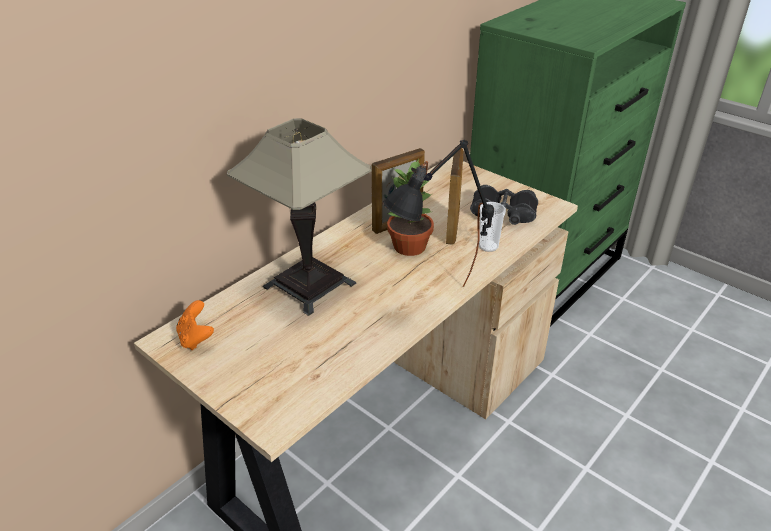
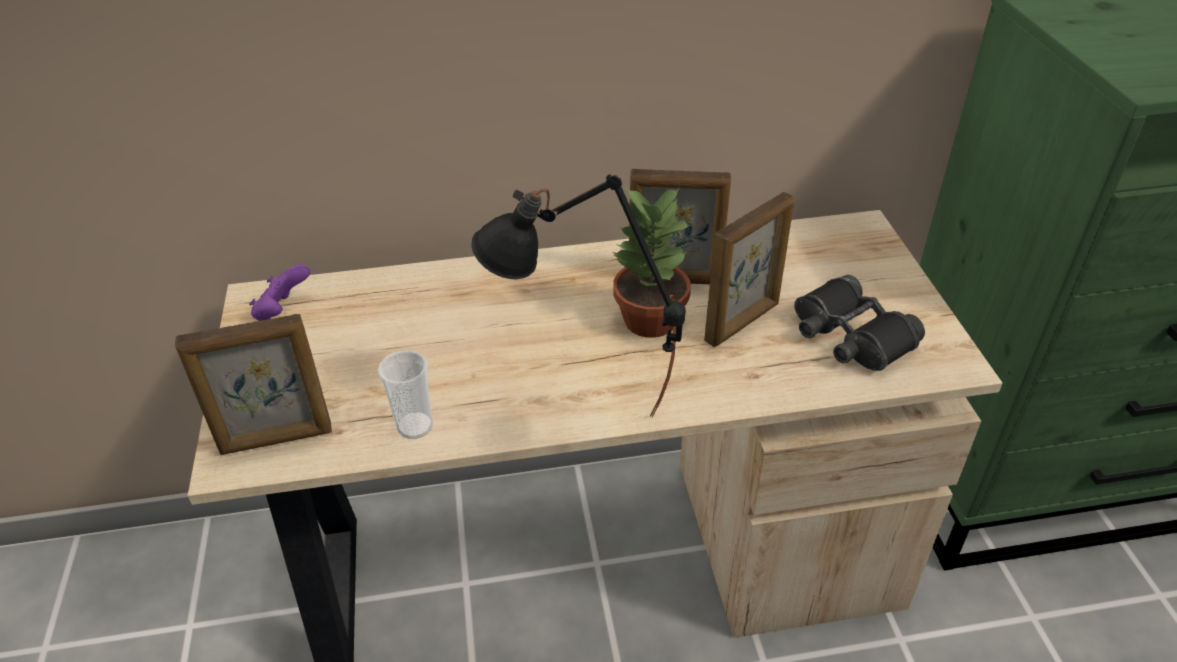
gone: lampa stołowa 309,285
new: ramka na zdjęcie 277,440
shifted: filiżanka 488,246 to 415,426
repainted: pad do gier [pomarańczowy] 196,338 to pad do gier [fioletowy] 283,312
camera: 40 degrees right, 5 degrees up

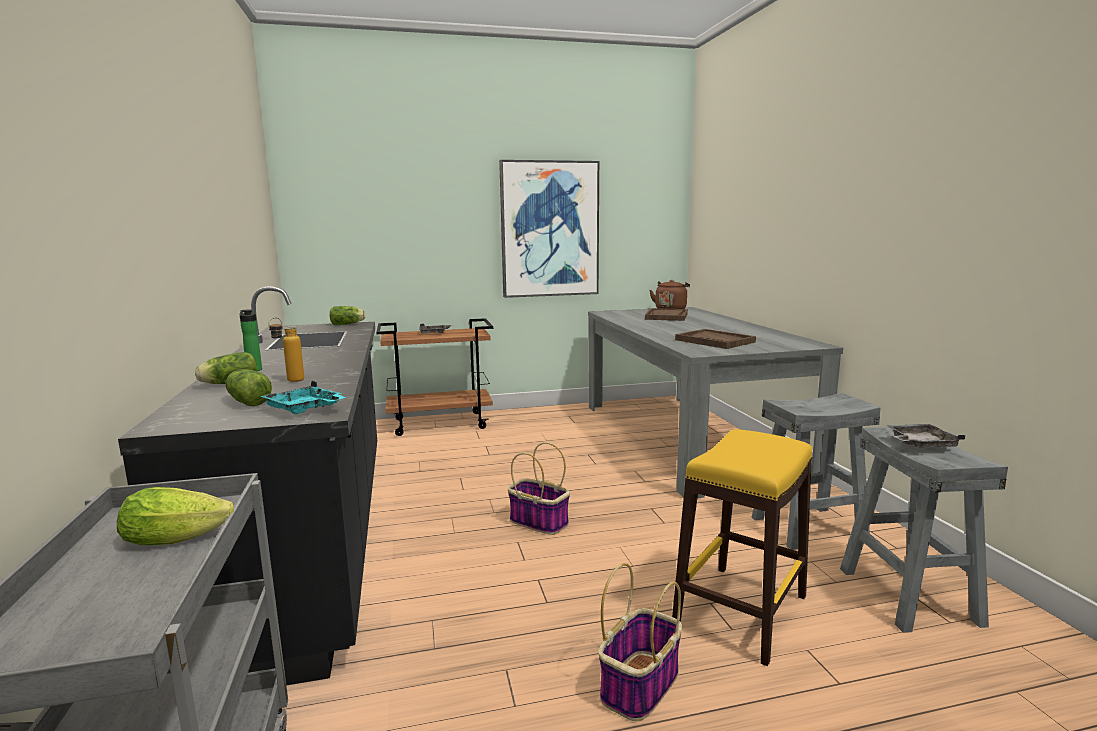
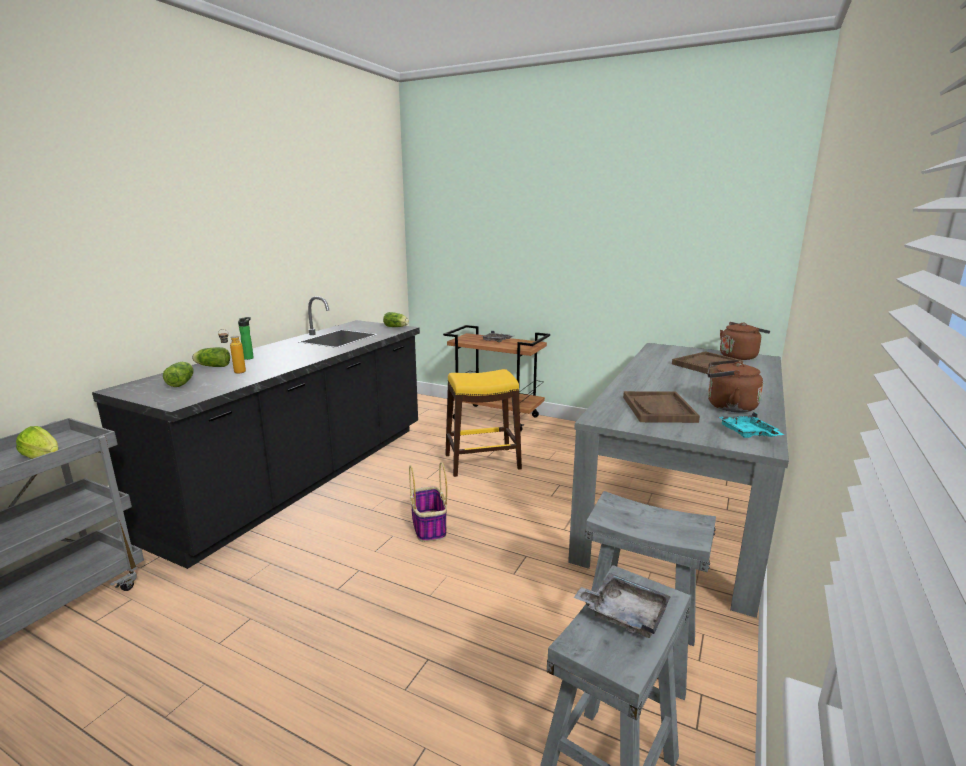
gone: obraz 549,229; koszyk 640,684
new: czajnik [brązowy] 728,406
shifted: taca [turkusowy] 305,409 to 748,433; stołek [żółty] 742,611 to 482,462
camera: 40 degrees right, 5 degrees up

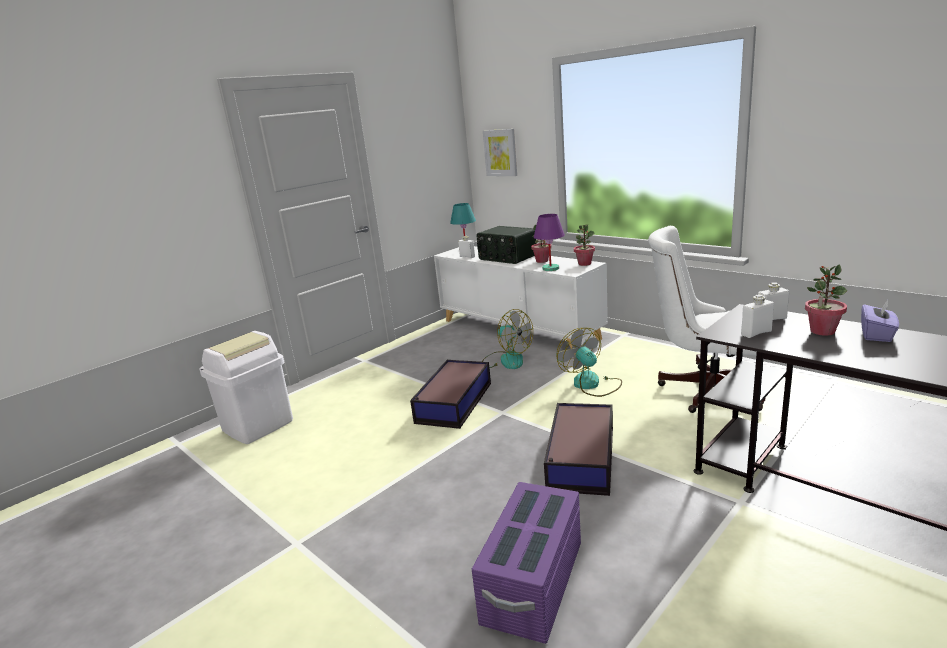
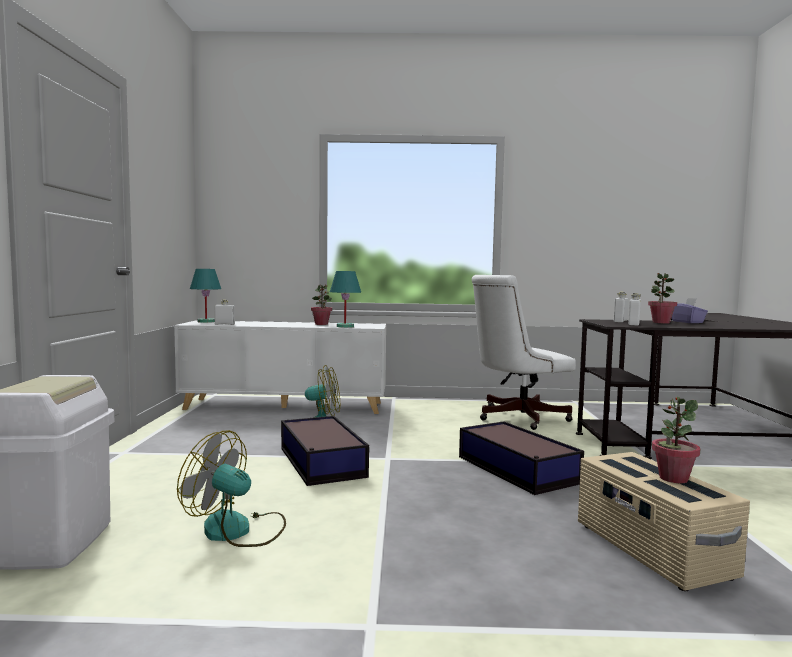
gone: radio 507,258; obraz 500,152
shifted: wentylator 591,384 to 237,530; roślina doniczkowa 584,264 to 673,478
repainted: pojemnik do przechowywania [fioletowy] 533,584 to pojemnik do przechowywania [beżowy] 652,551; lampa stołowa [fioletowy] 551,268 to lampa stołowa [turkusowy] 345,326
camera: 45 degrees left, 15 degrees down

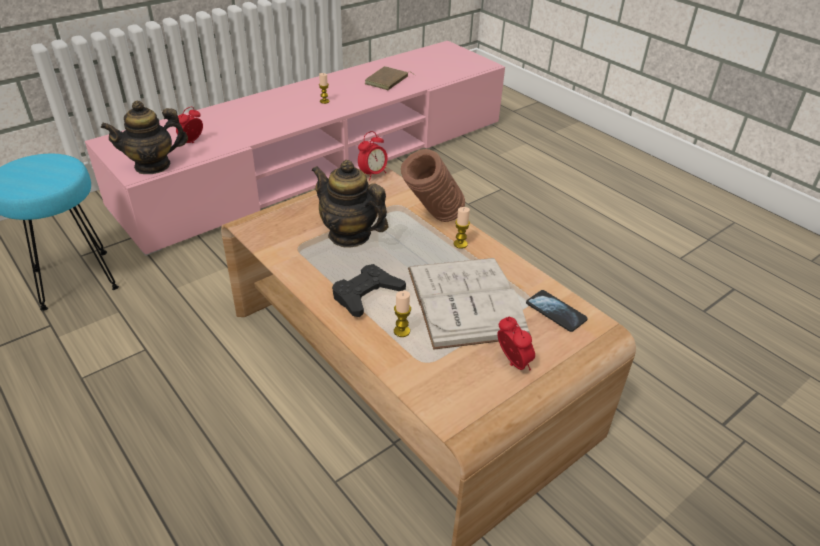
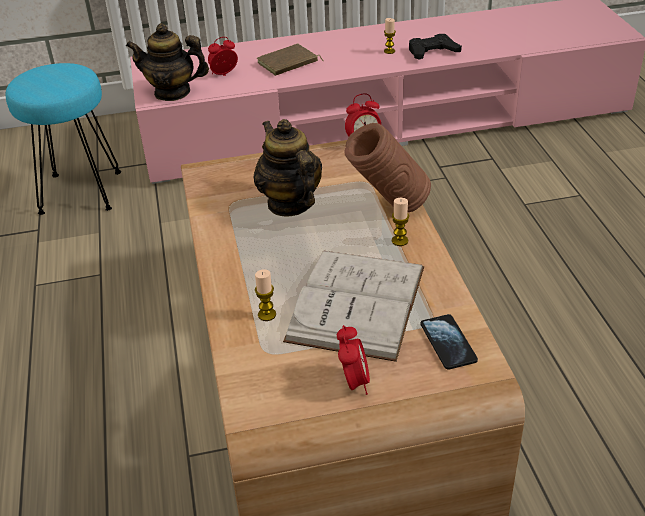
shifted: pad do gier [czarny] 366,295 to 432,52; książka [brązowy] 387,81 to 288,64
camera: 30 degrees right, 0 degrees up

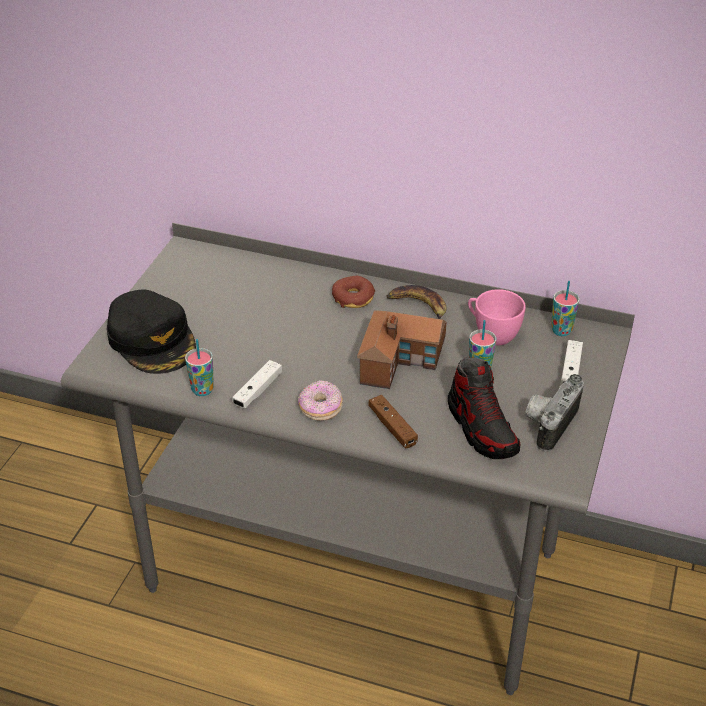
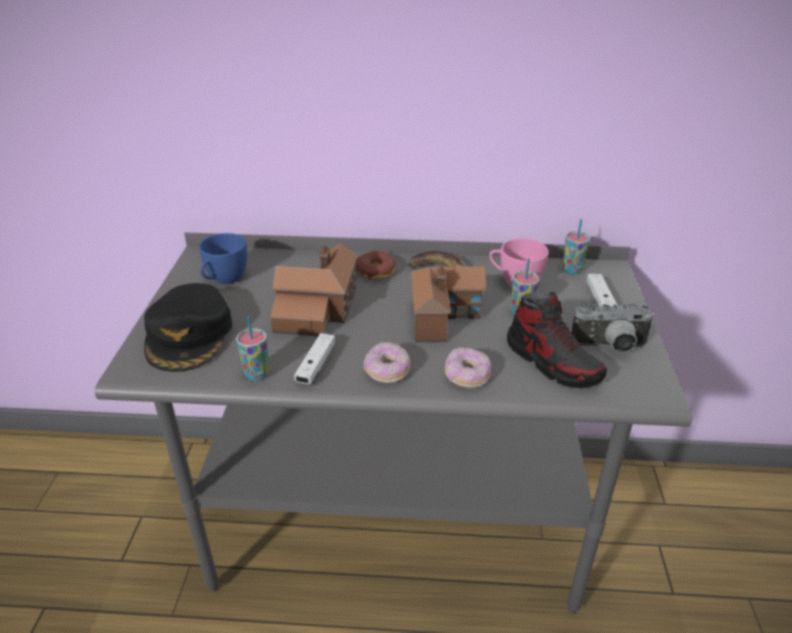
new: filiżanka [niebieski] 224,280; domek 317,309
swapped: pad do gier [brązowy] 392,427 to donut 466,376
rotated: czapka z daszkiem [czarny] 152,340 = 189,335 45 degrees clockwise; aparat fotograficzny 548,424 = 610,347 105 degrees counterclockwise
camera: 15 degrees left, 5 degrees down

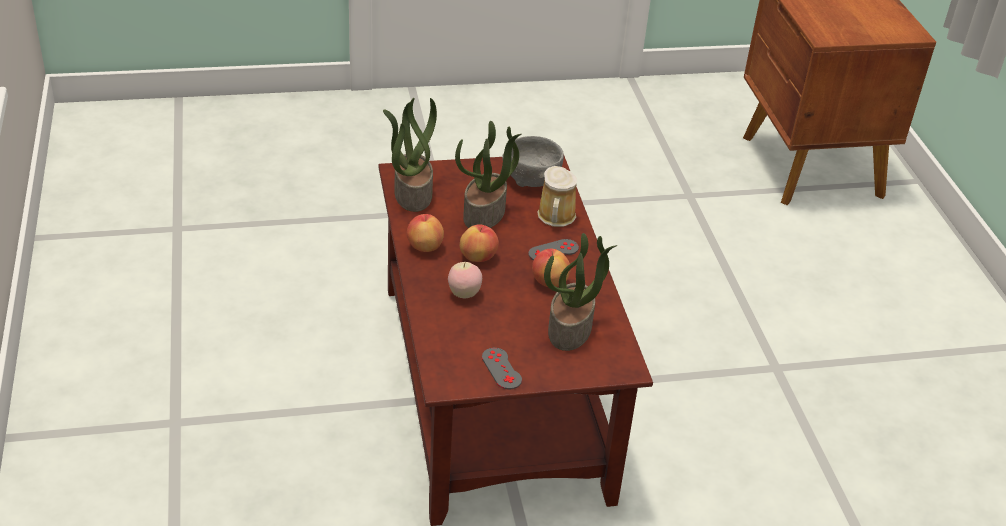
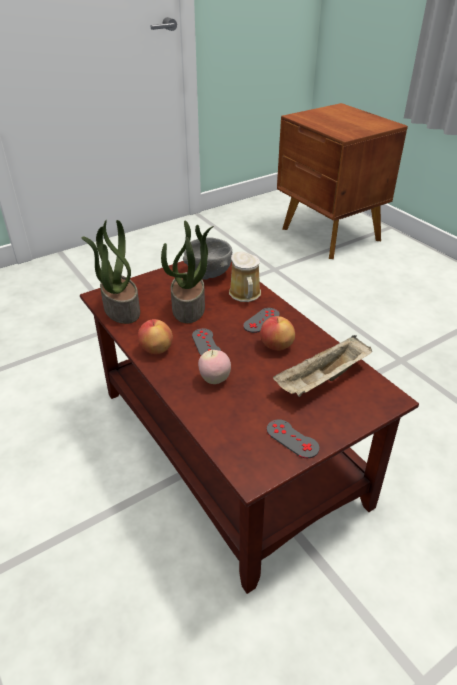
swapped: jabłko 478,257 to pad do gier [szary] 206,344; roślina doniczkowa 571,329 to taca [beżowy] 322,380
camera: 20 degrees left, 0 degrees up

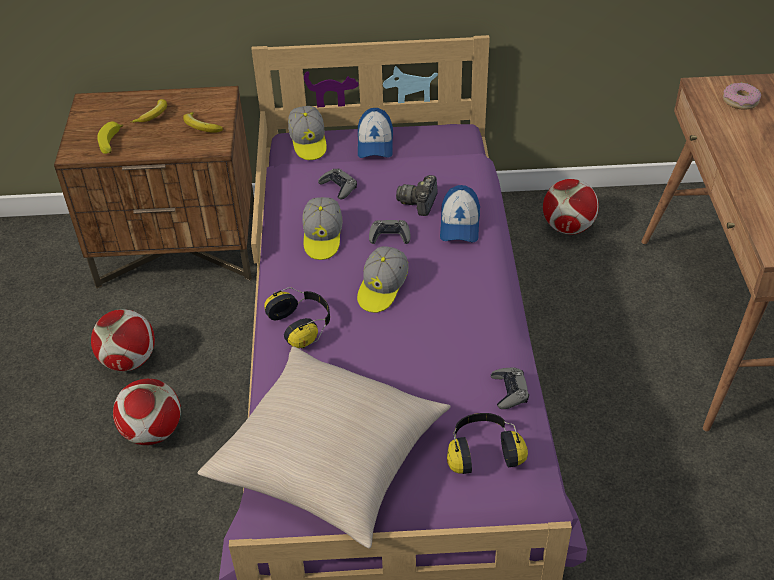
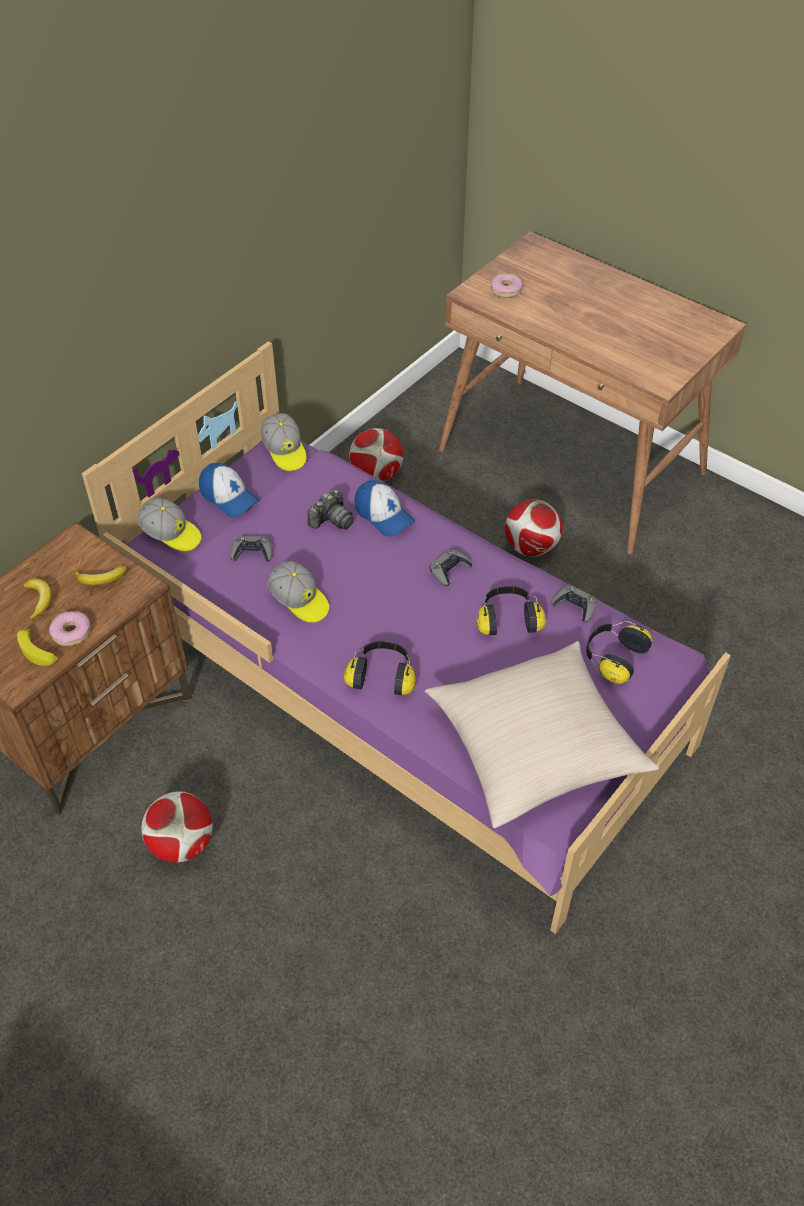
new: donut 71,632; słuchawki 508,619
shifted: piłka futbolowa 153,432 to 530,547; czapka z daszkiem 382,289 to 285,451; pad do gier [szary] 389,236 to 449,570
rotated: aparat fotograficzny 419,202 = 331,520 105 degrees counterclockwise
camera: 50 degrees left, 5 degrees up

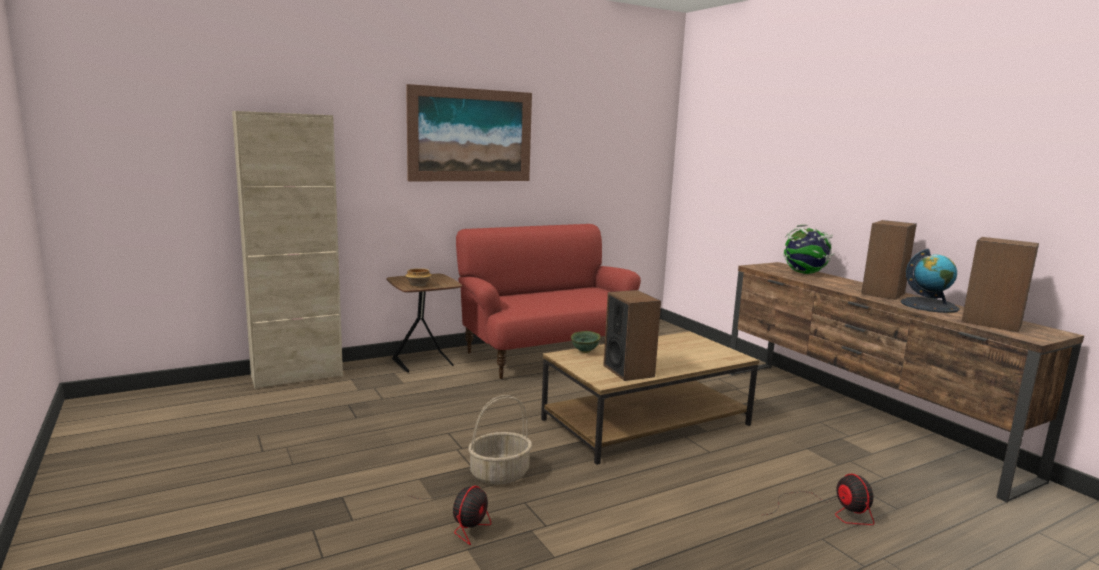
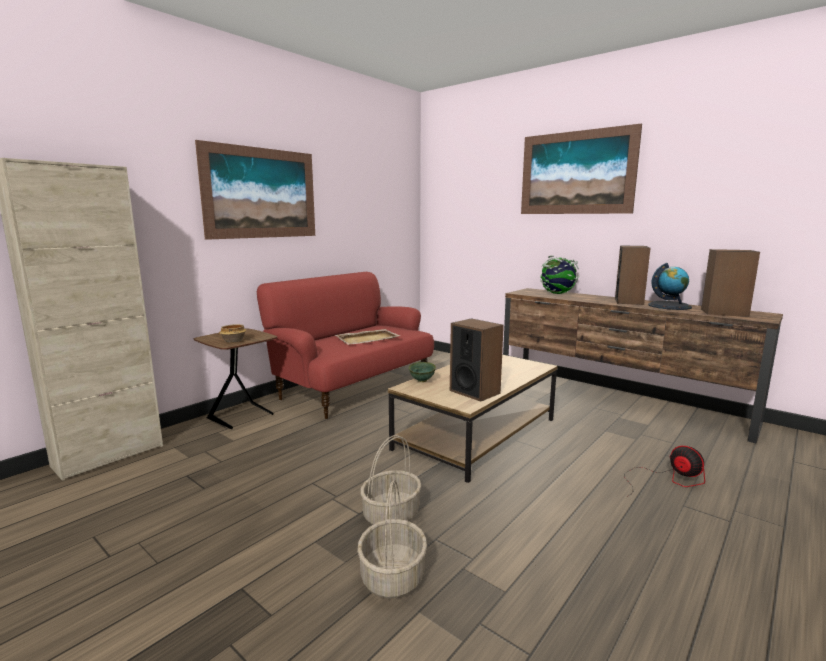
new: taca [beżowy] 368,339; obraz 576,173
swapped: wentylator 464,520 to koszyk 393,577
camera: 20 degrees left, 0 degrees up

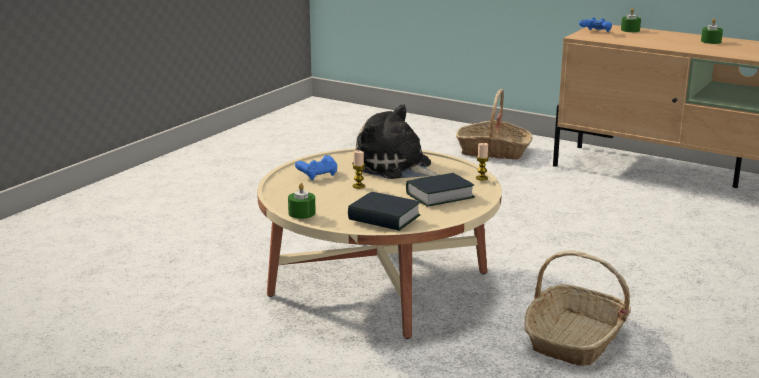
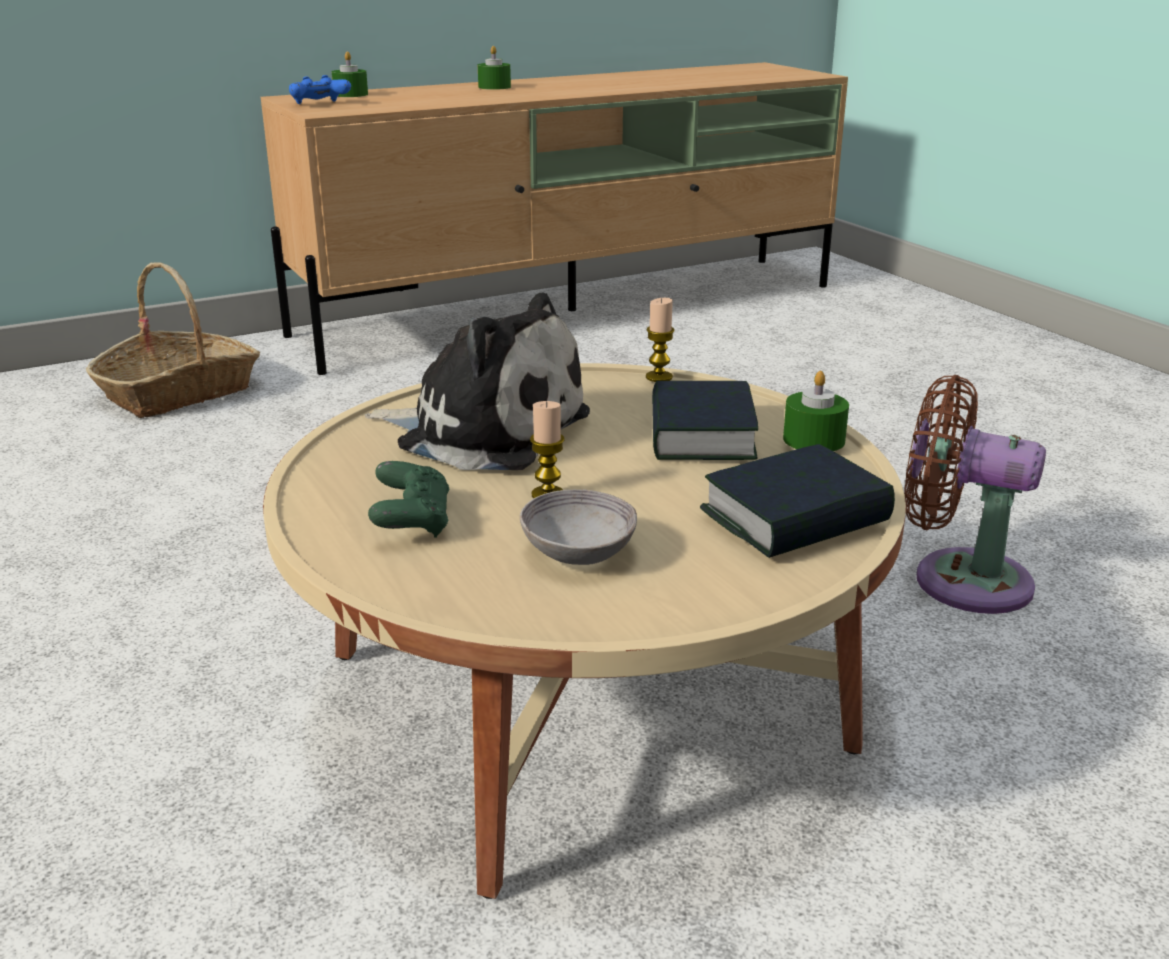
new: miska [szary] 578,554
shifted: świeca [zielony] 302,213 to 814,440
swapped: koszyk 575,339 to wentylator [brązowy] 959,579
repainted: pad do gier [niebieski] 318,175 to pad do gier [zielony] 412,522
rotated: pluszak 395,167 = 485,431 135 degrees counterclockwise
camera: 60 degrees left, 5 degrees up

